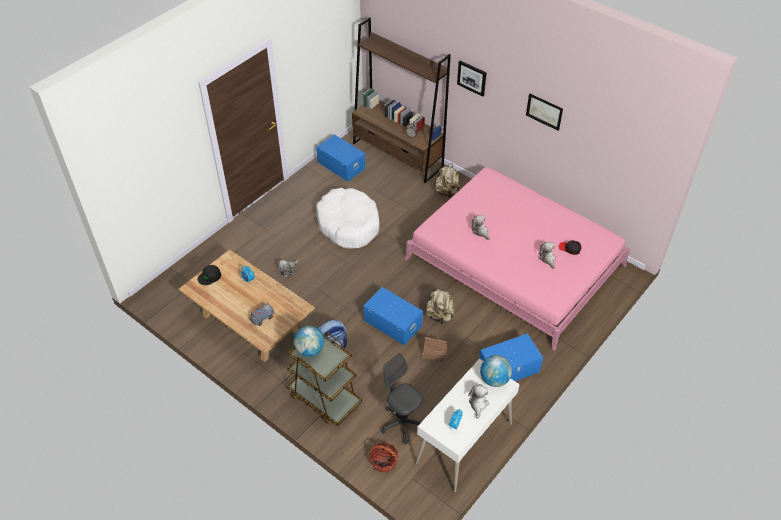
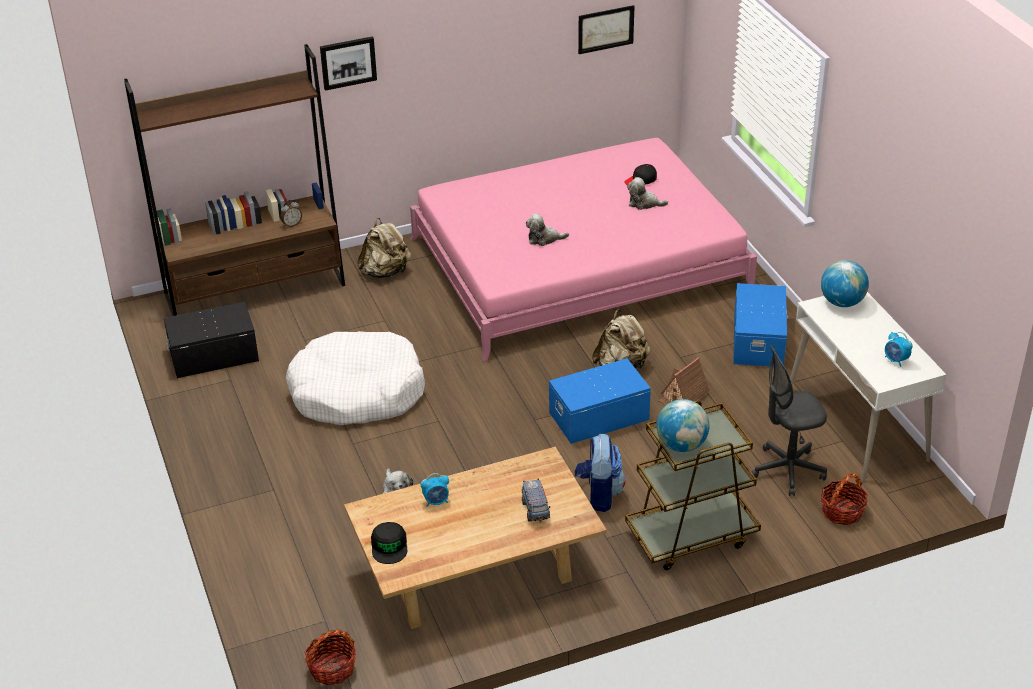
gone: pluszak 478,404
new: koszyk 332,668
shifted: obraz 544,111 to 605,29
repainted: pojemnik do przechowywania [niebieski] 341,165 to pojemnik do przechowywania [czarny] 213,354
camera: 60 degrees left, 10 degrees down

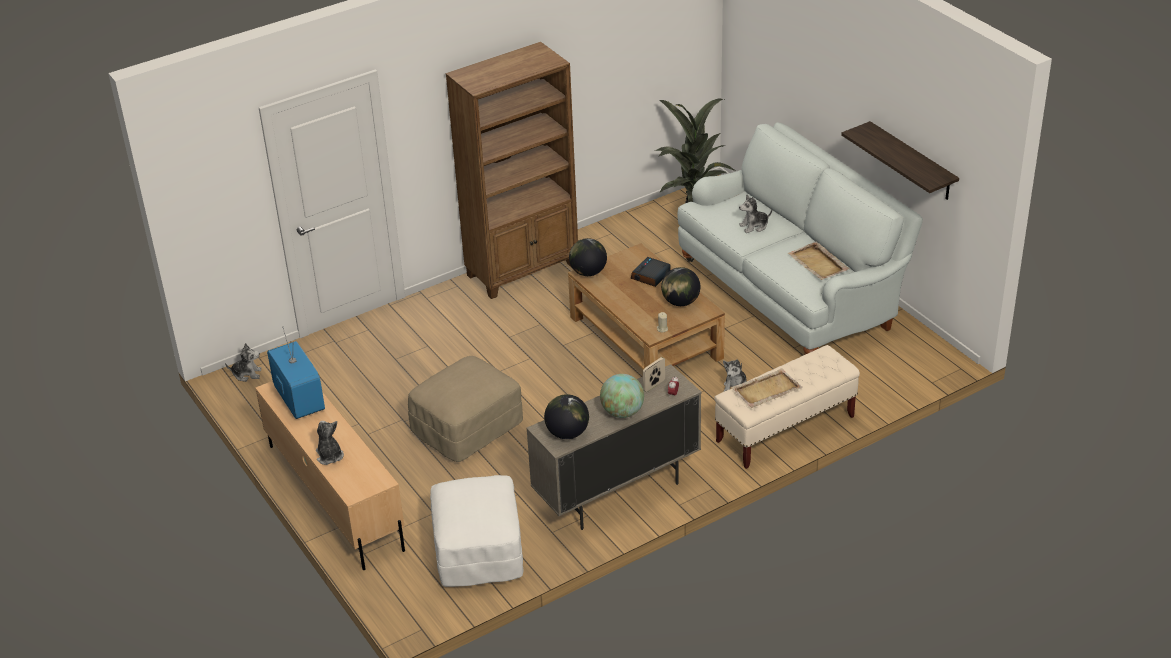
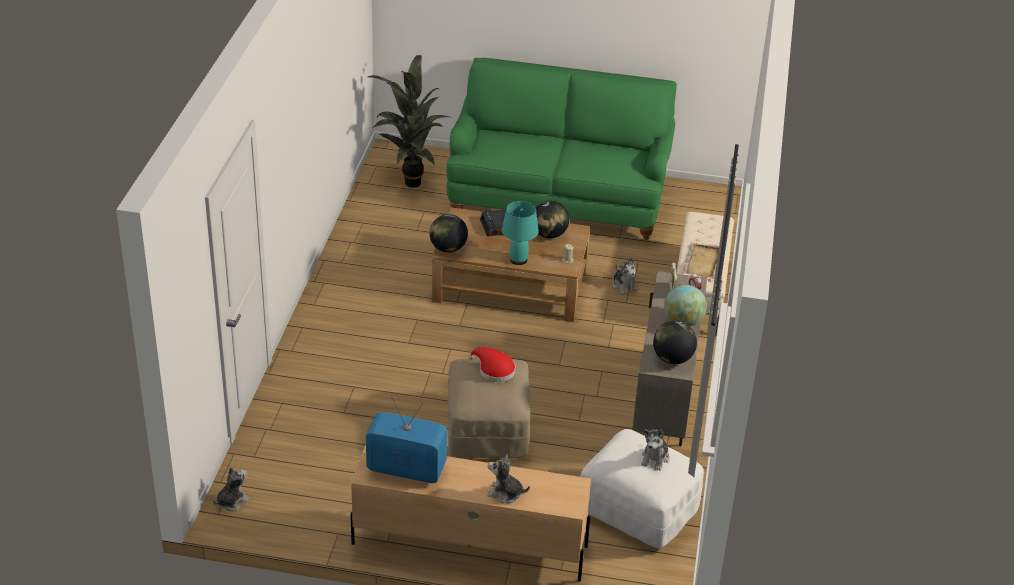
gone: regał [brązowy] 523,270; taca [beżowy] 818,263; półka 912,162
new: kapelusz [czerwony] 494,370; lampa stołowa [turkusowy] 518,260
shifted: pluszak 754,226 to 655,458
repainted: kanapa [biały] 792,291 to kanapa [zielony] 558,199
camera: 50 degrees left, 0 degrees up

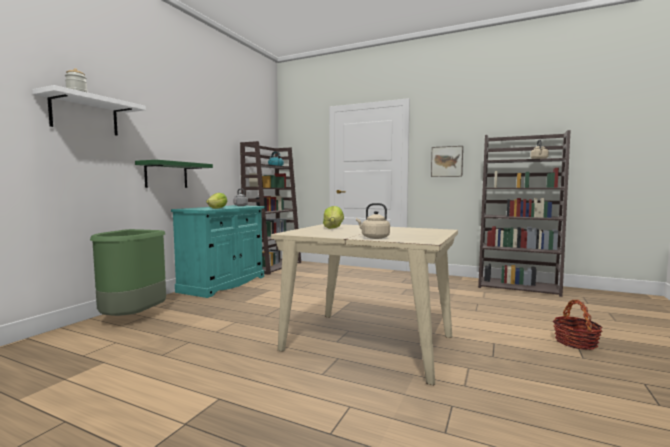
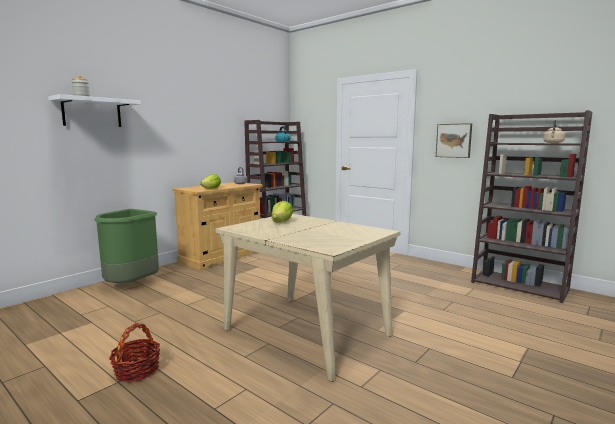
gone: półka [zielony] 166,175; czajnik [beżowy] 374,237
shifted: koszyk 575,342 to 137,370
repainted: szafka [turkusowy] 223,284 to szafka [beżowy] 222,257
camera: 15 degrees right, 5 degrees up

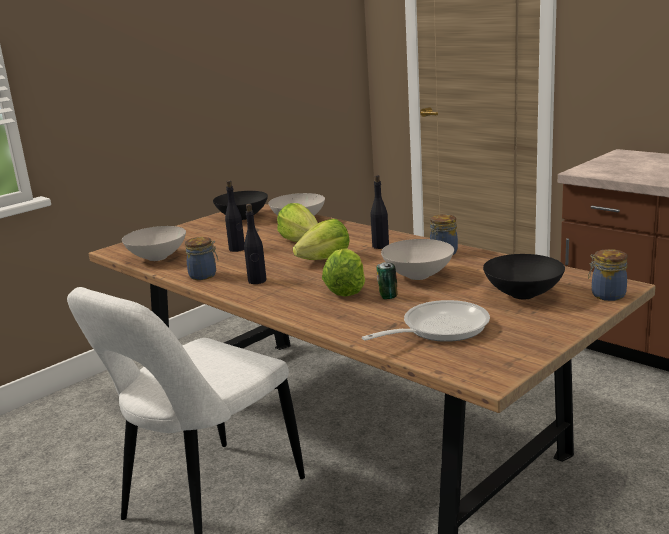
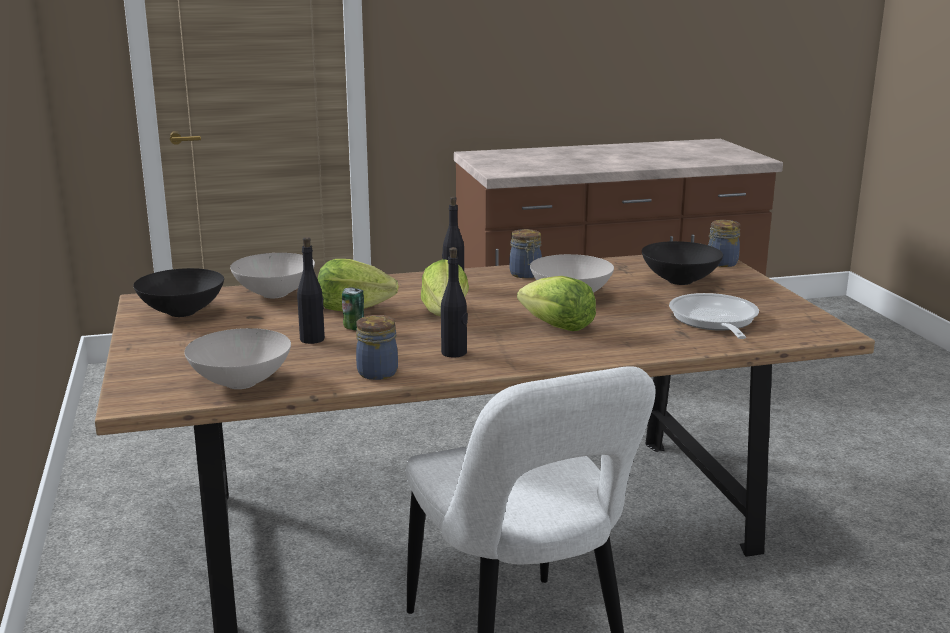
shifted: puszka 387,296 to 353,327
camera: 60 degrees left, 0 degrees up

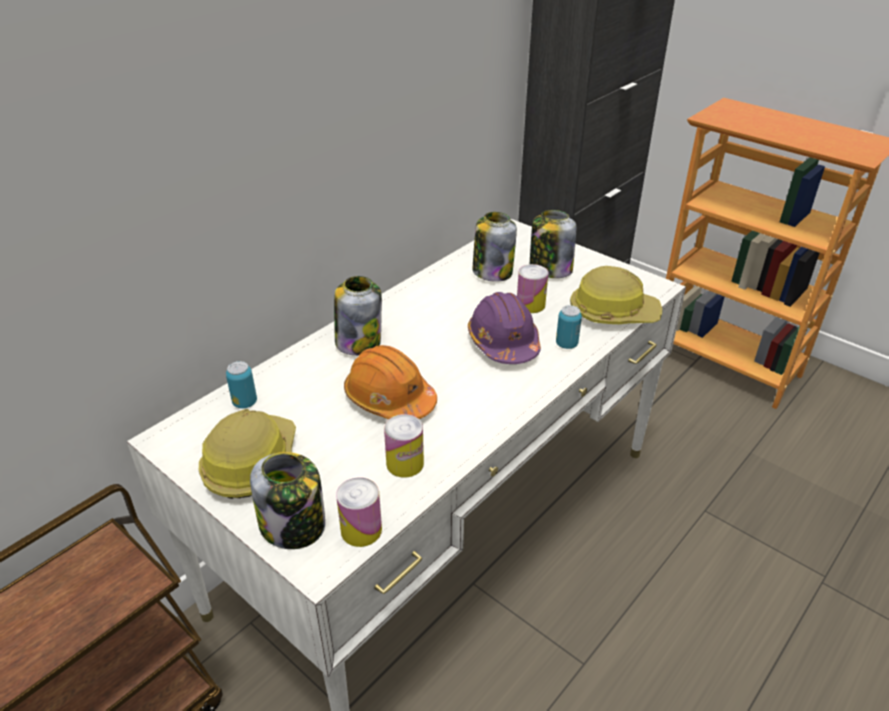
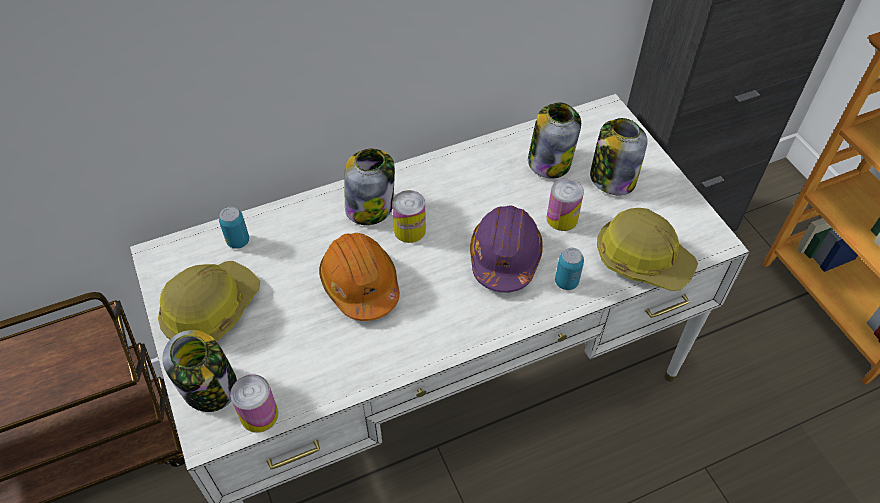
shifted: puszka 405,463 to 409,230
camera: 25 degrees right, 15 degrees up

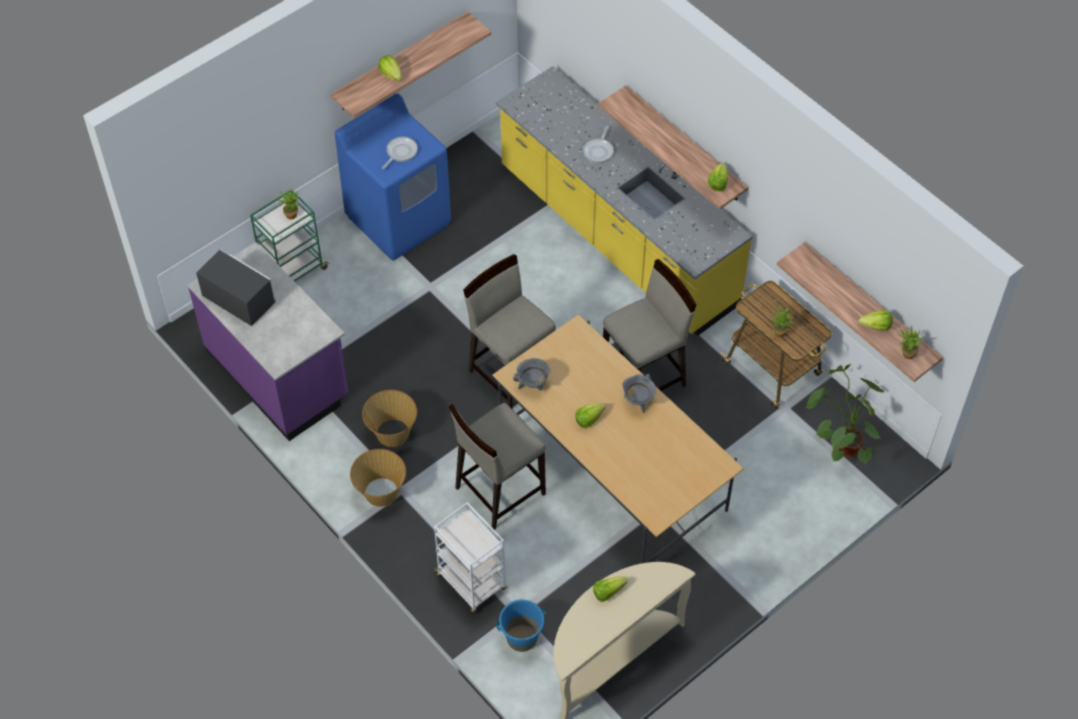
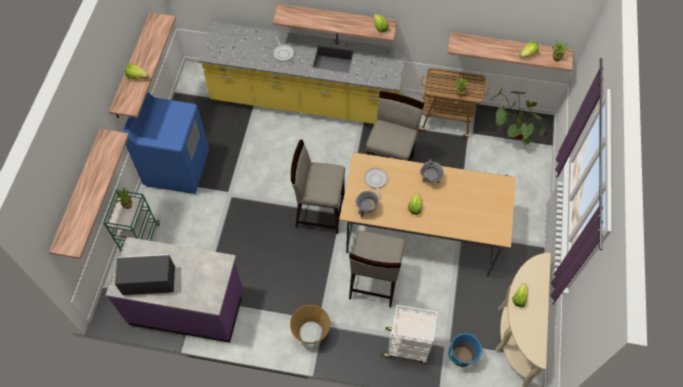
gone: koszyk 392,433
new: półka 79,193
shifted: patelnia 400,152 to 375,181
camera: 40 degrees left, 5 degrees up

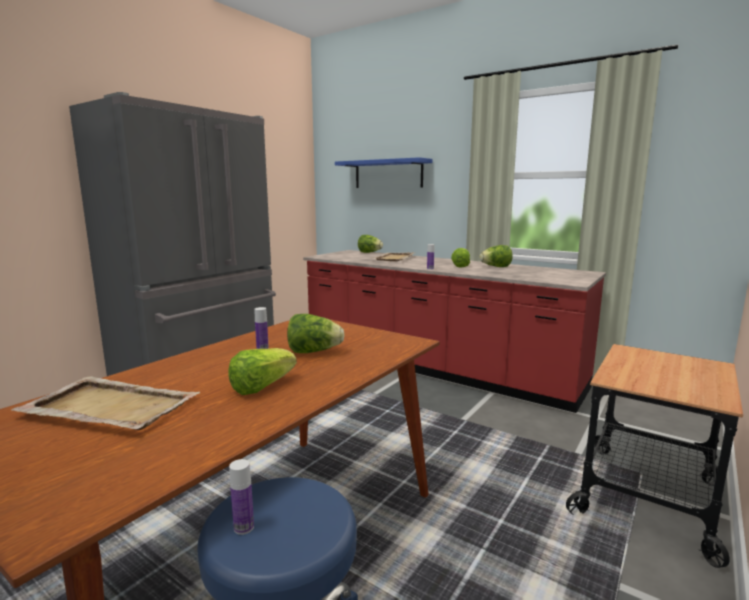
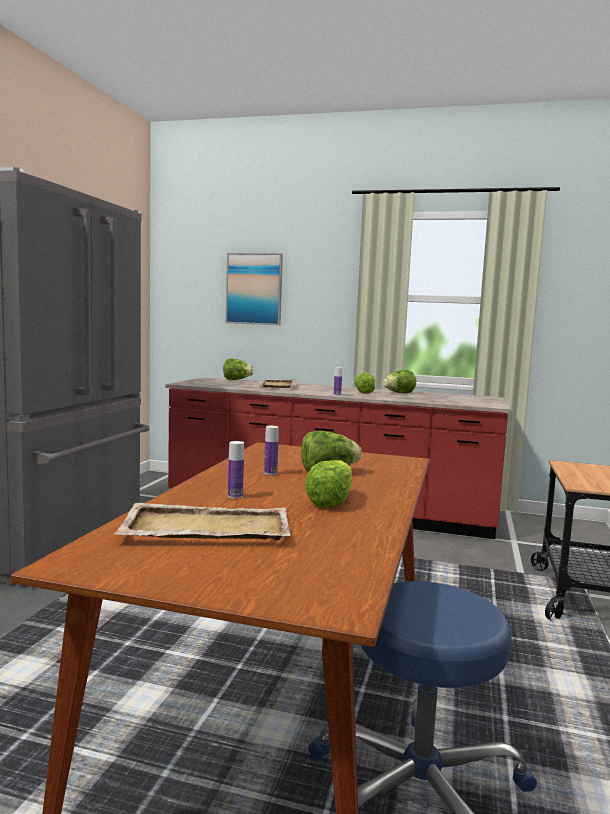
shifted: butelka 244,527 to 235,496
swapped: półka [niebieski] 388,174 to obraz 254,289
camera: 20 degrees left, 5 degrees down

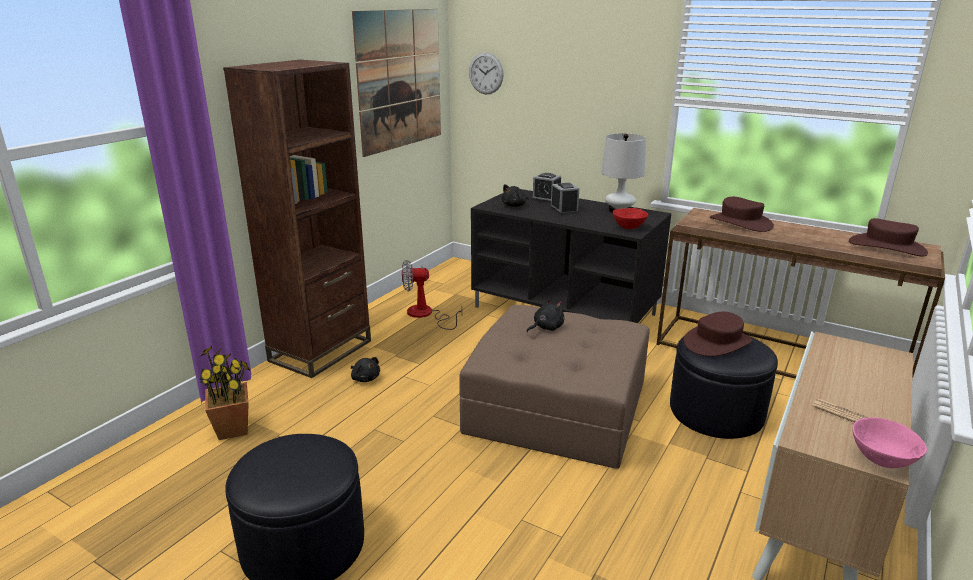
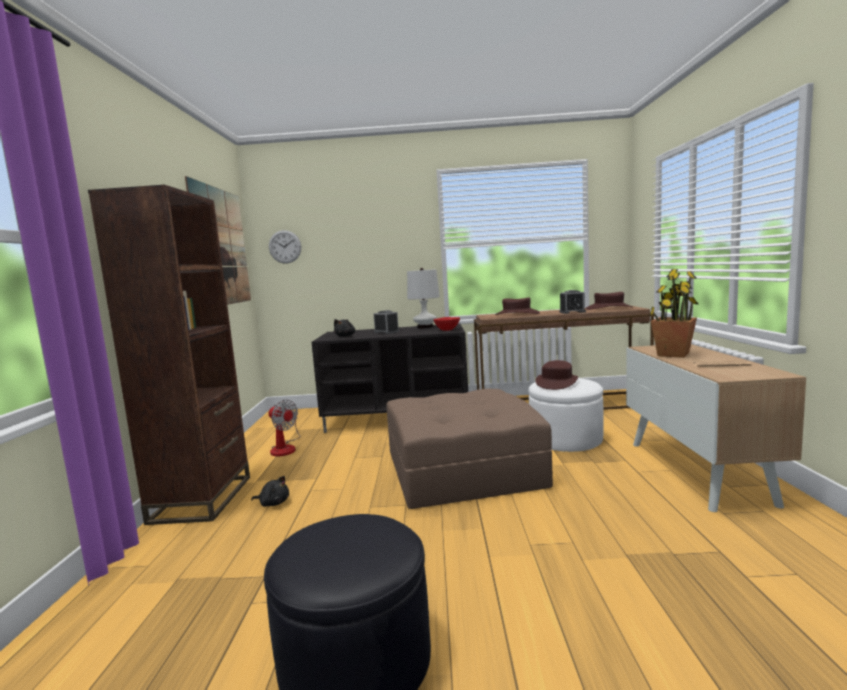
gone: pluszak [czarny] 546,328; miska [różowy] 880,460
shifted: roślina doniczkowa 232,429 to 672,354; budzik 546,199 to 572,312
repainted: pufa [czarny] 716,412 to pufa [biały] 565,438
rotated: wentylator 426,315 = 285,448 105 degrees counterclockwise
camera: 30 degrees left, 15 degrees down

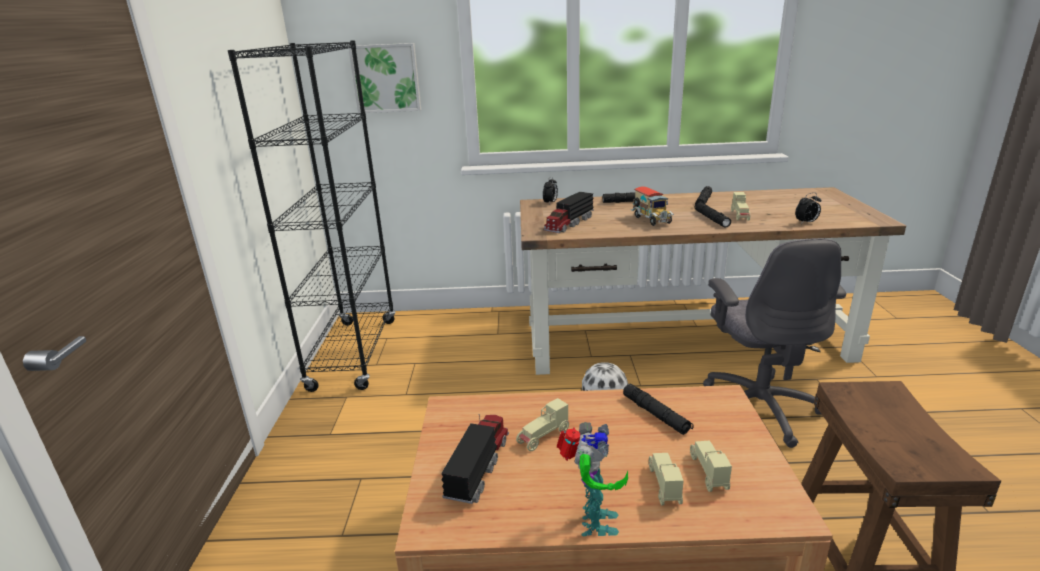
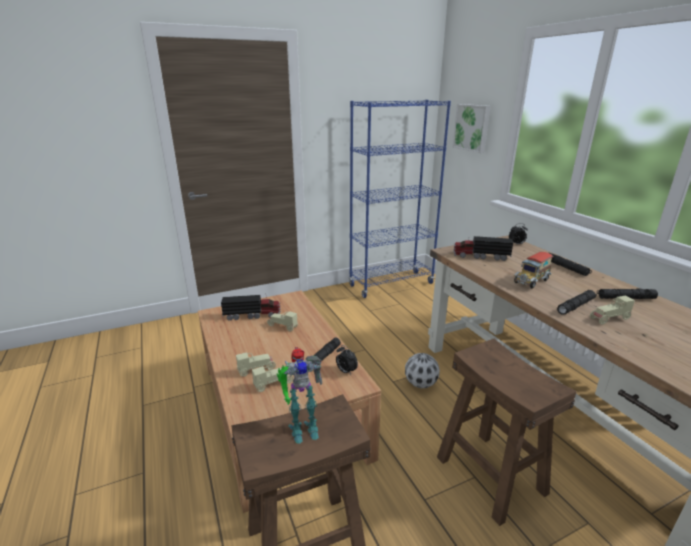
shifted: robot zabawkowy 593,523 to 302,428; budzik 806,223 to 346,371
swapped: krzesło biurowe [szary] 758,408 to stołek [brązowy] 489,474
repainted: regał [czarny] 354,354 to regał [niebieski] 391,284
camera: 65 degrees right, 0 degrees up

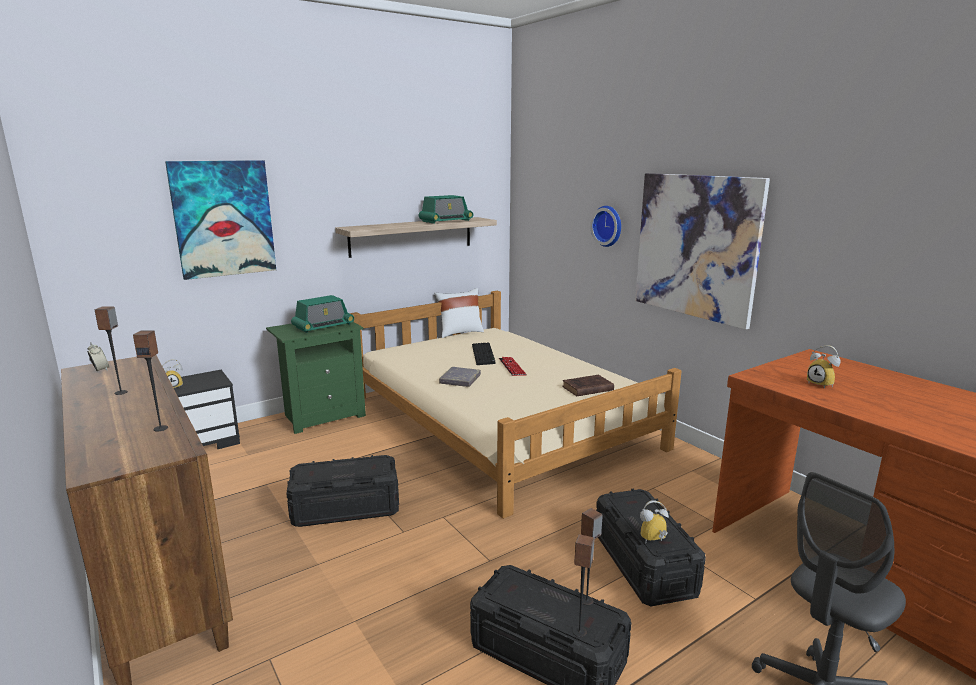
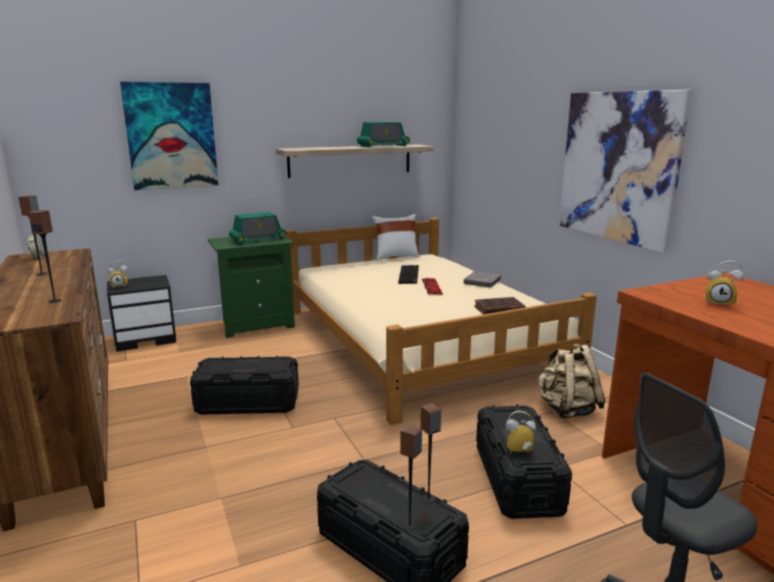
gone: zegar ścienny 608,226
new: plecak [beżowy] 567,410
shifted: książka [szary] 460,380 to 482,282
rotated: budzik 822,384 = 719,303 45 degrees counterclockwise
camera: 10 degrees right, 0 degrees up

